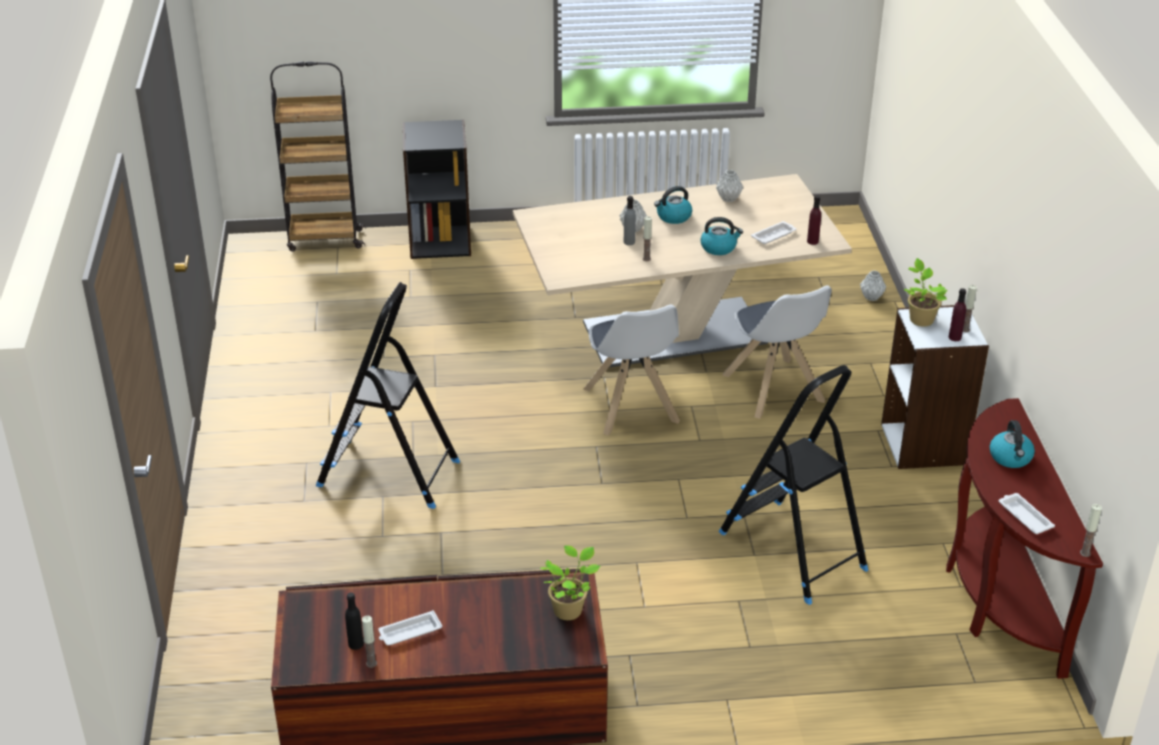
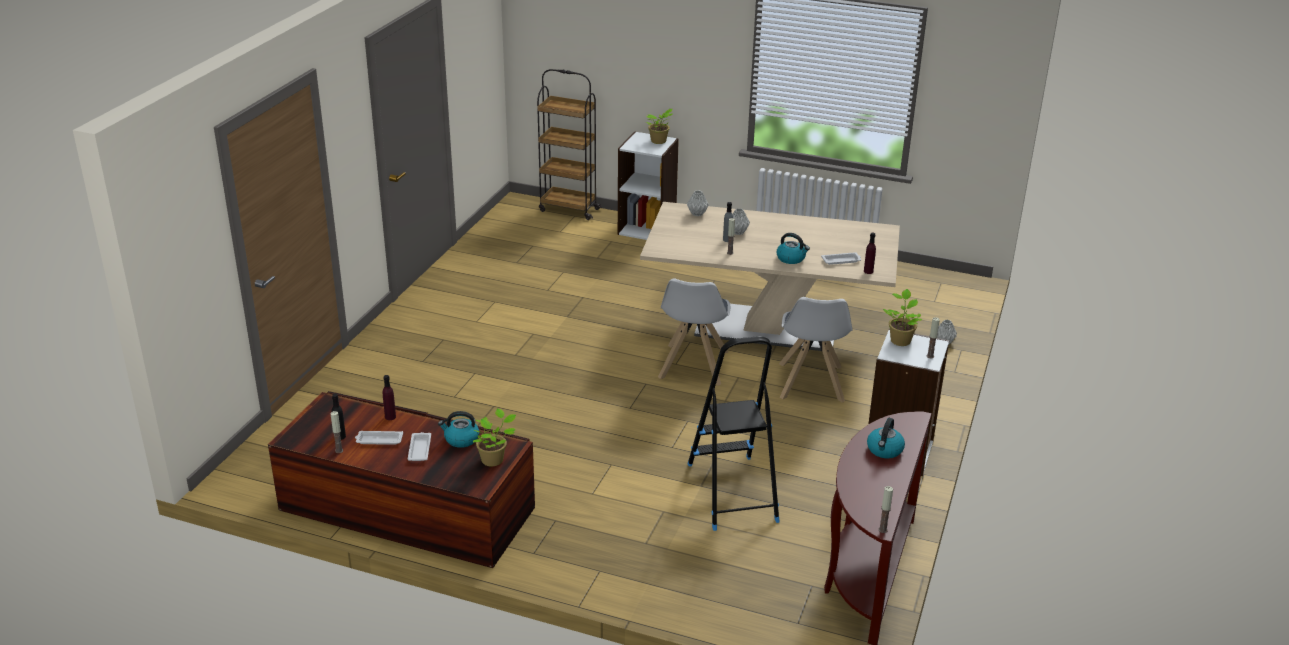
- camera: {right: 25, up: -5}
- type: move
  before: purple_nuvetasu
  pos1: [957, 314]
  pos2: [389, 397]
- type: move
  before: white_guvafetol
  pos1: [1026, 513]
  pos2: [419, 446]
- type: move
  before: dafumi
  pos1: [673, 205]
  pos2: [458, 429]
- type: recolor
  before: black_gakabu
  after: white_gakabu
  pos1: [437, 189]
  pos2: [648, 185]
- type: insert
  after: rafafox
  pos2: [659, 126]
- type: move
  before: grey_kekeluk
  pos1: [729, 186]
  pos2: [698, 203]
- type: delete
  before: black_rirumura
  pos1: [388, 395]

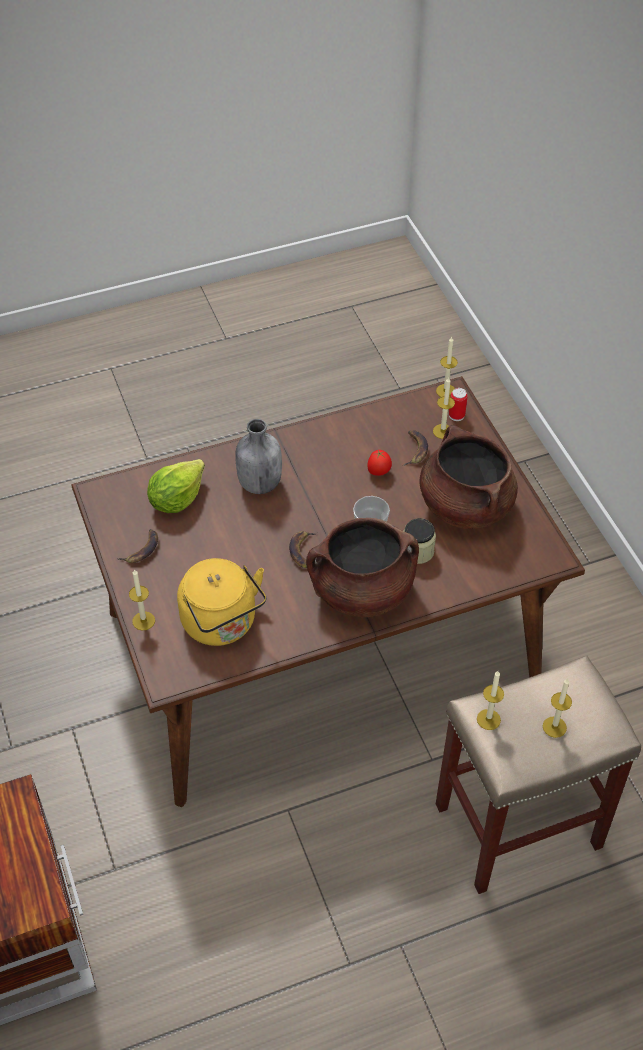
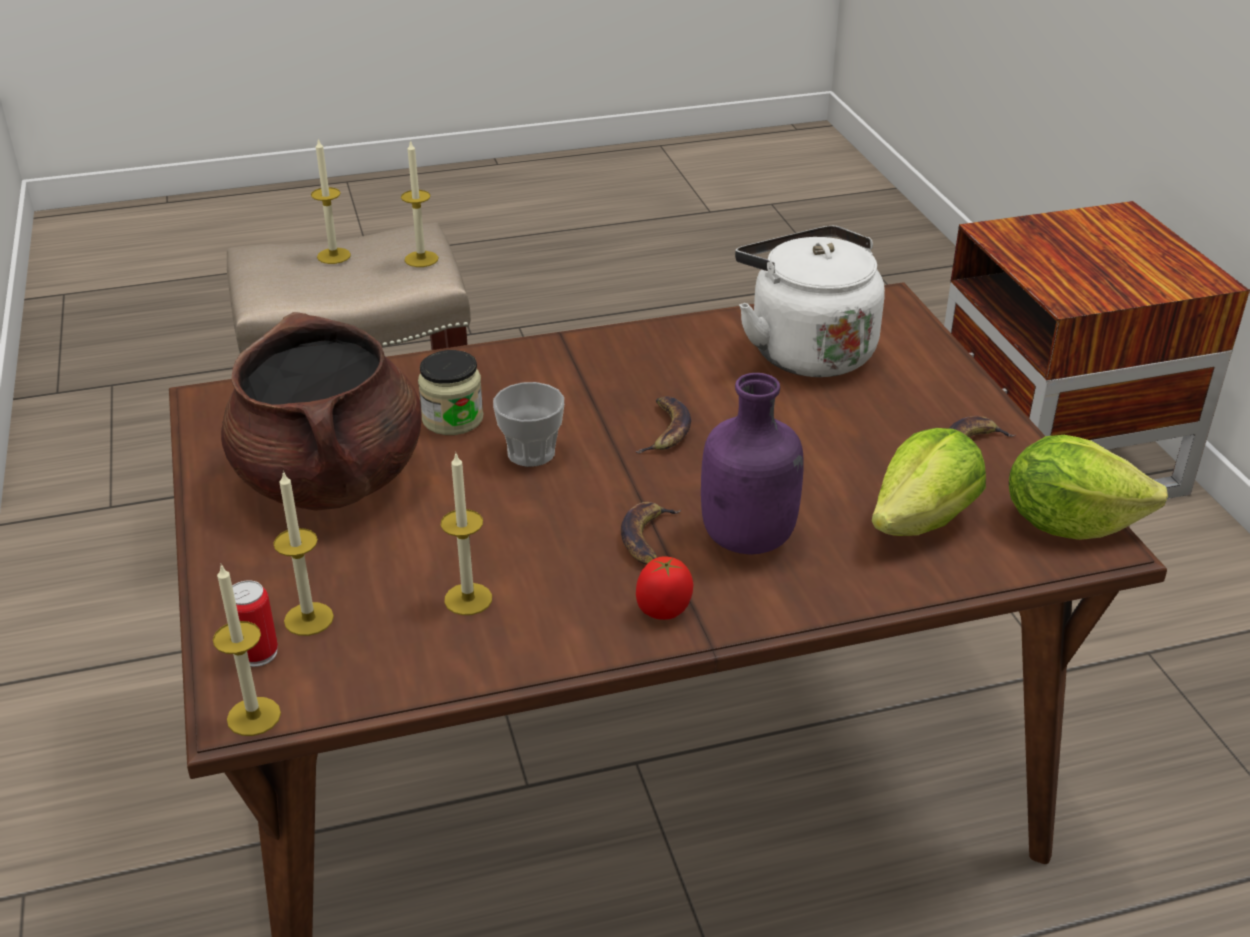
- camera: {right: -175, up: -15}
- type: move
  before: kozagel
  pos1: [142, 600]
  pos2: [466, 534]
- type: move
  before: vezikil
  pos1: [415, 448]
  pos2: [651, 533]
- type: move
  before: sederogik
  pos1: [380, 463]
  pos2: [664, 588]
- type: recolor
  before: grey_nuvetasu
  after: purple_nuvetasu
  pos1: [258, 456]
  pos2: [752, 463]
- type: recolor
  before: yellow_dafumi
  after: white_dafumi
  pos1: [221, 602]
  pos2: [810, 301]
- type: insert
  after: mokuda
  pos2: [1088, 487]
- type: delete
  before: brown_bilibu
  pos1: [362, 567]

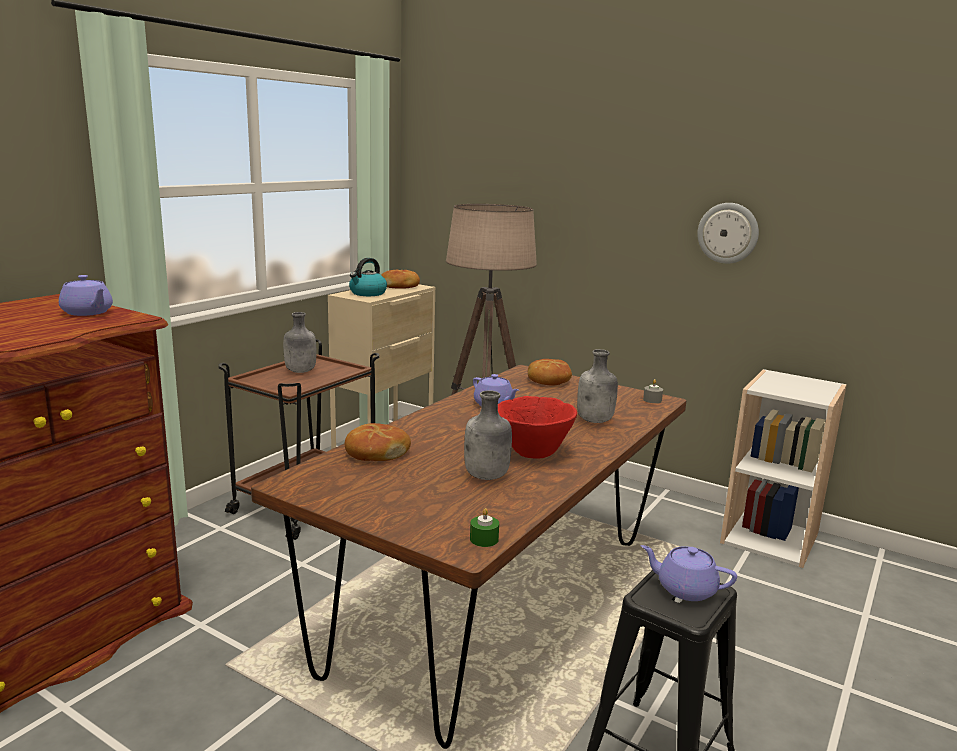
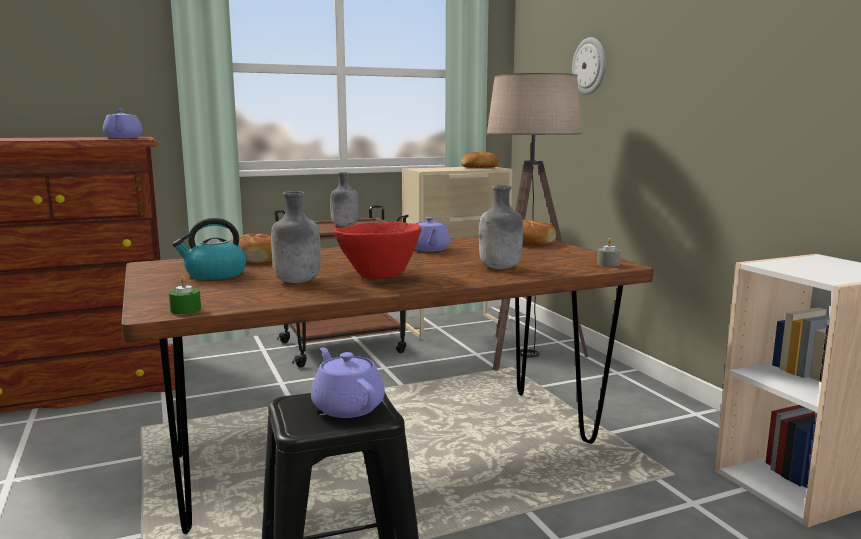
- camera: {right: 35, up: -5}
- type: move
  before: dafumi
  pos1: [368, 277]
  pos2: [209, 249]
- type: move
  before: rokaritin
  pos1: [728, 233]
  pos2: [589, 65]

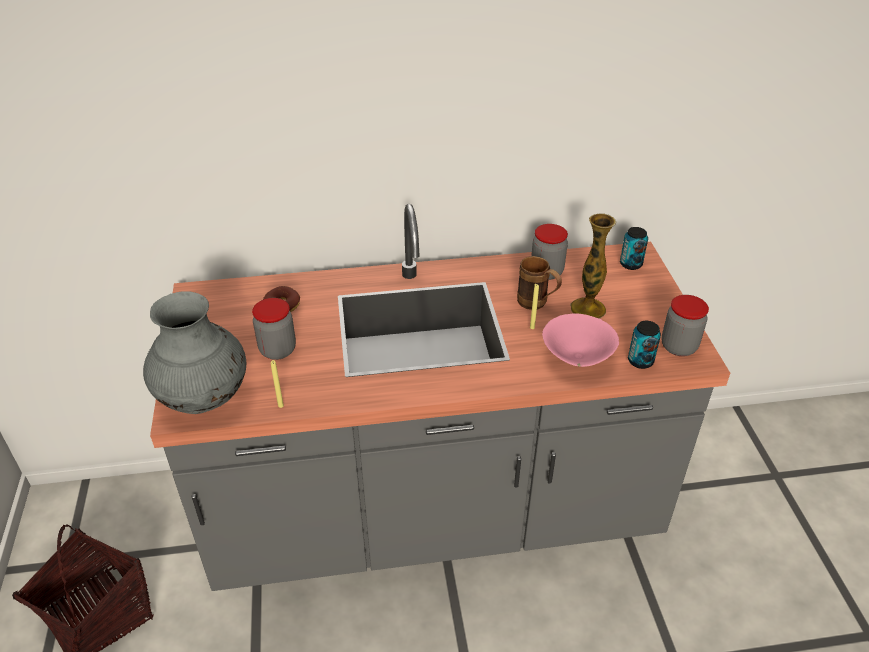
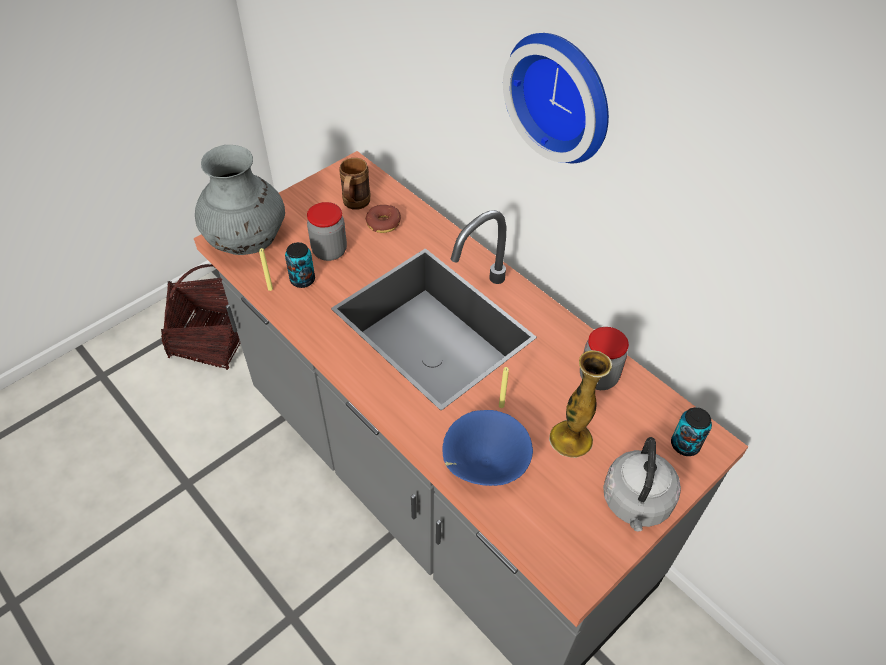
- camera: {right: 55, up: 10}
- type: move
  before: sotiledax
  pos1: [644, 345]
  pos2: [300, 265]
- type: move
  before: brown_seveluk
  pos1: [539, 283]
  pos2: [355, 184]
- type: recolor
  before: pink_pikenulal
  after: blue_pikenulal
  pos1: [580, 340]
  pos2: [488, 448]
- type: insert
  after: rokaritin
  pos2: [556, 98]
- type: insert
  after: grey_dafumi
  pos2: [642, 484]
- type: delete
  before: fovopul
  pos1: [685, 325]

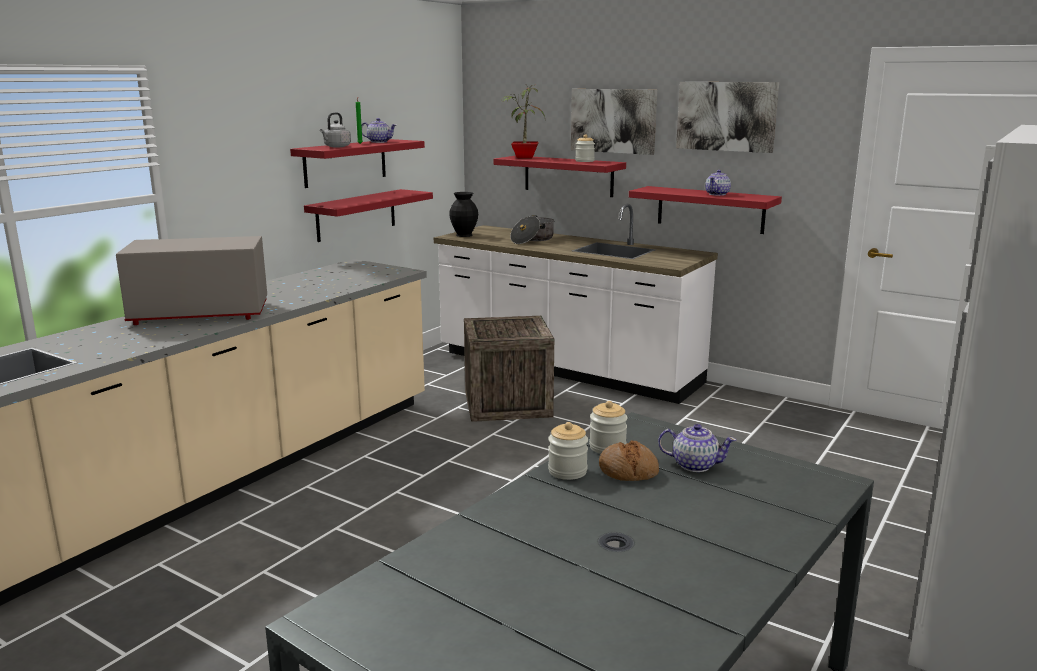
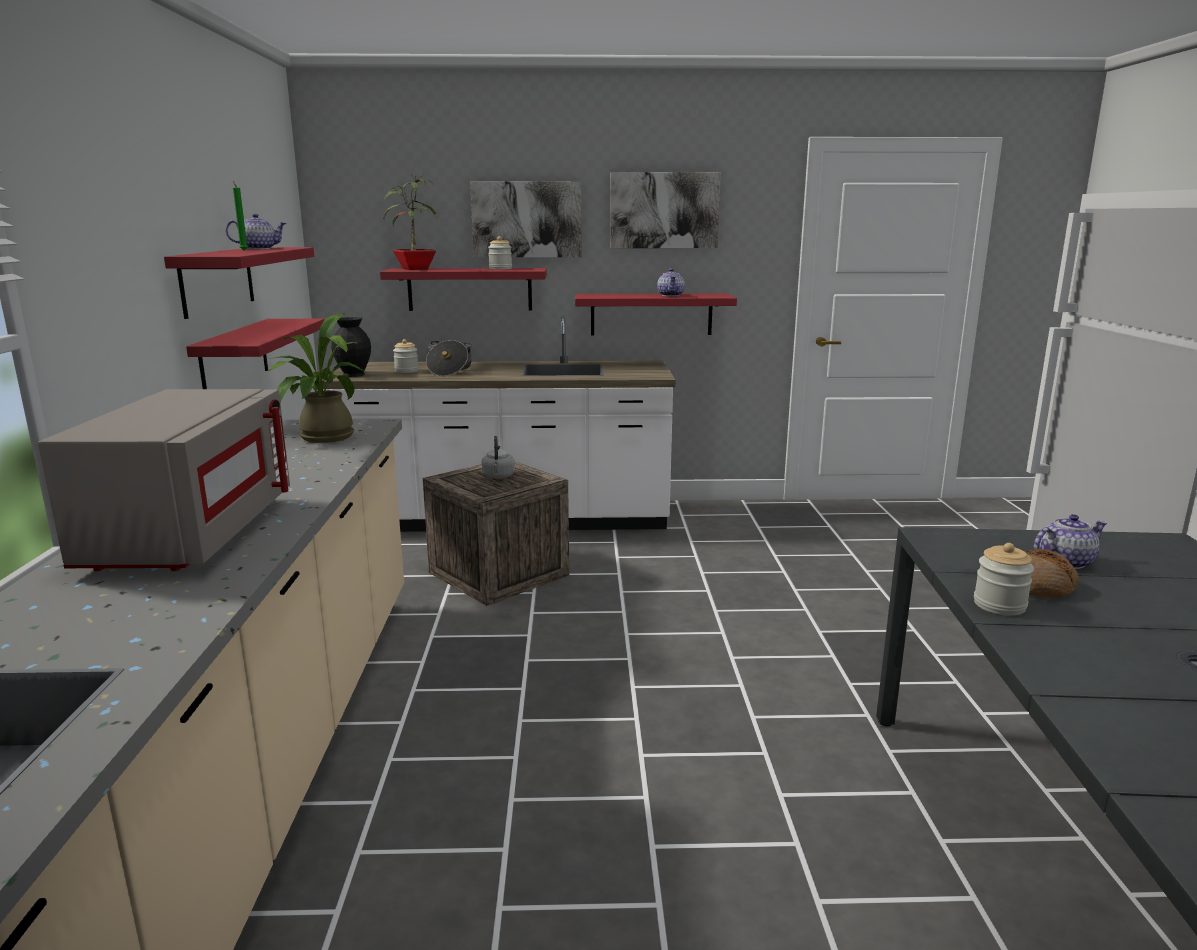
- camera: {right: -35, up: 0}
- type: rotate
  before: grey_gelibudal
  pos1: [191, 280]
  pos2: [164, 480]
  turn: 135
- type: insert
  after: rafafox
  pos2: [316, 378]
- type: move
  before: fovopul
  pos1: [608, 427]
  pos2: [405, 356]
- type: move
  before: grey_dafumi
  pos1: [335, 129]
  pos2: [498, 457]

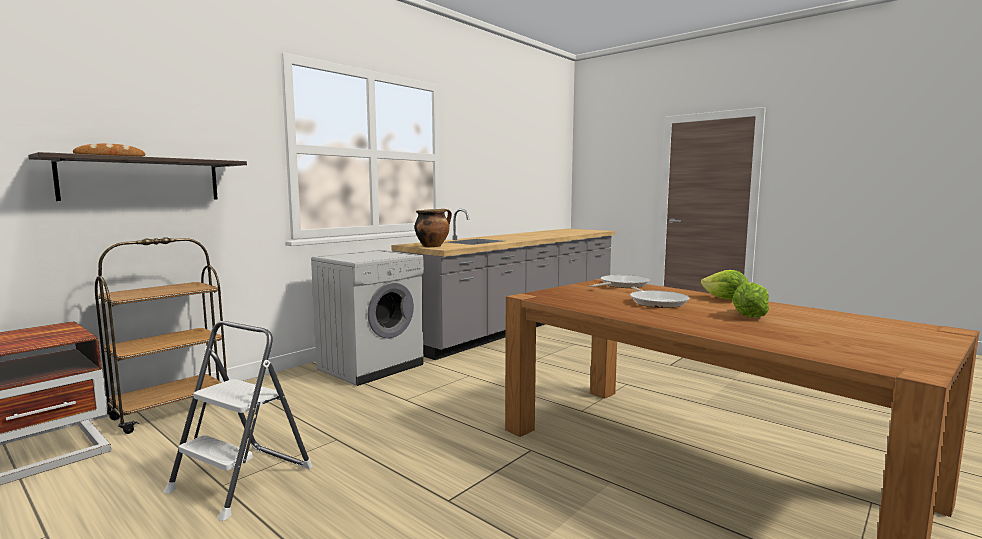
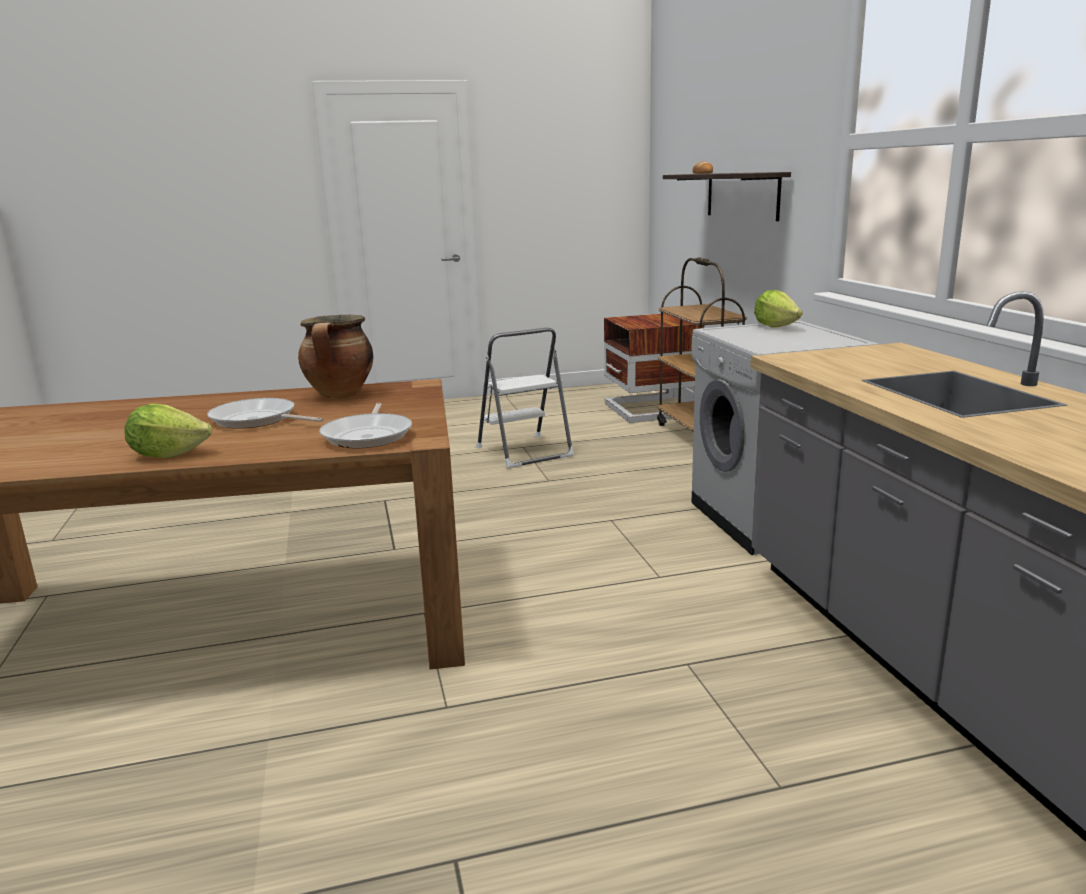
- camera: {right: 125, up: 10}
- type: move
  before: bilibu
  pos1: [433, 228]
  pos2: [335, 357]
- type: move
  before: mokuda
  pos1: [750, 299]
  pos2: [778, 309]

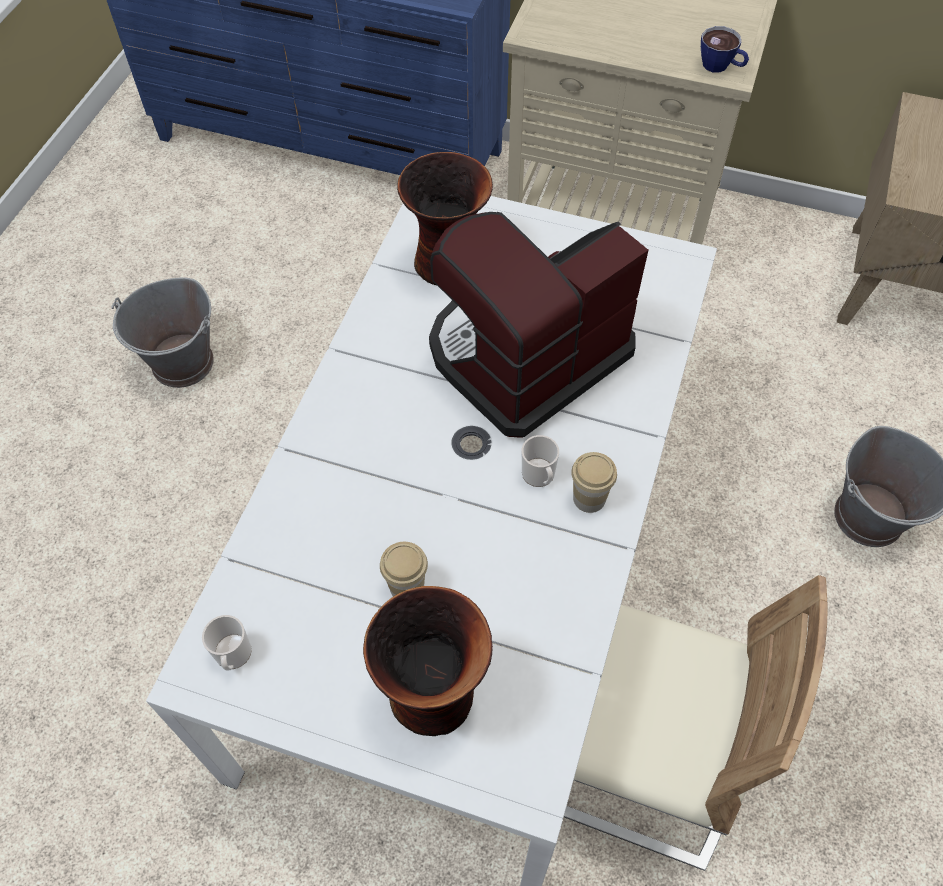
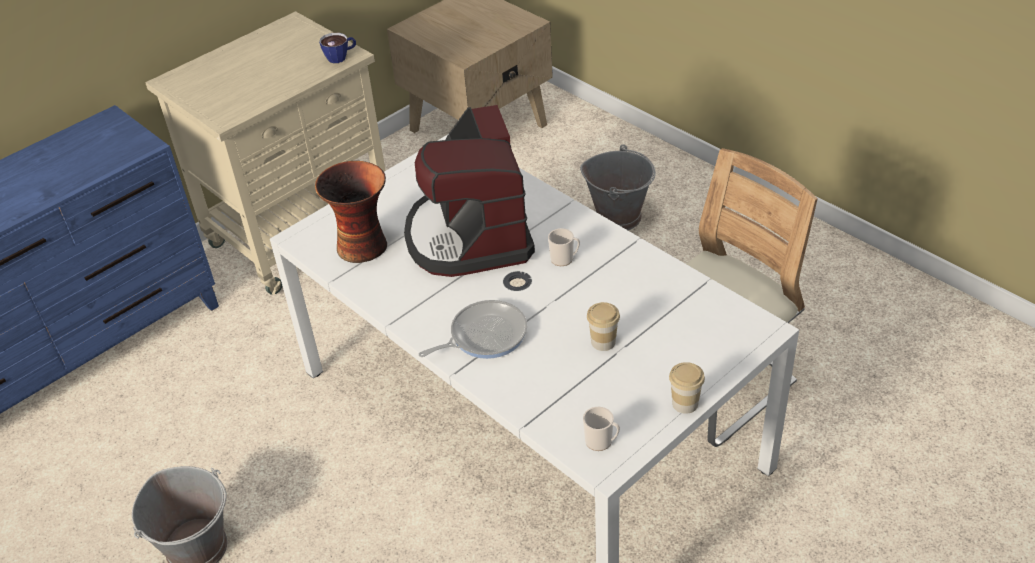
- camera: {right: -60, up: -15}
- type: insert
  after: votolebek
  pos2: [473, 329]
- type: move
  before: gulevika
  pos1: [594, 482]
  pos2: [687, 388]
- type: delete
  before: kekeluk
  pos1: [428, 661]

